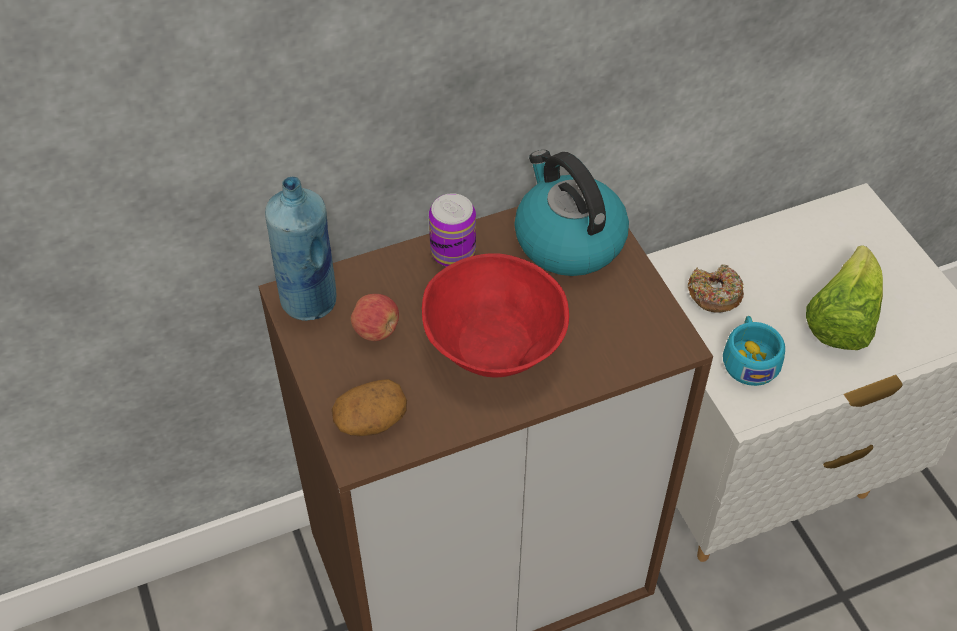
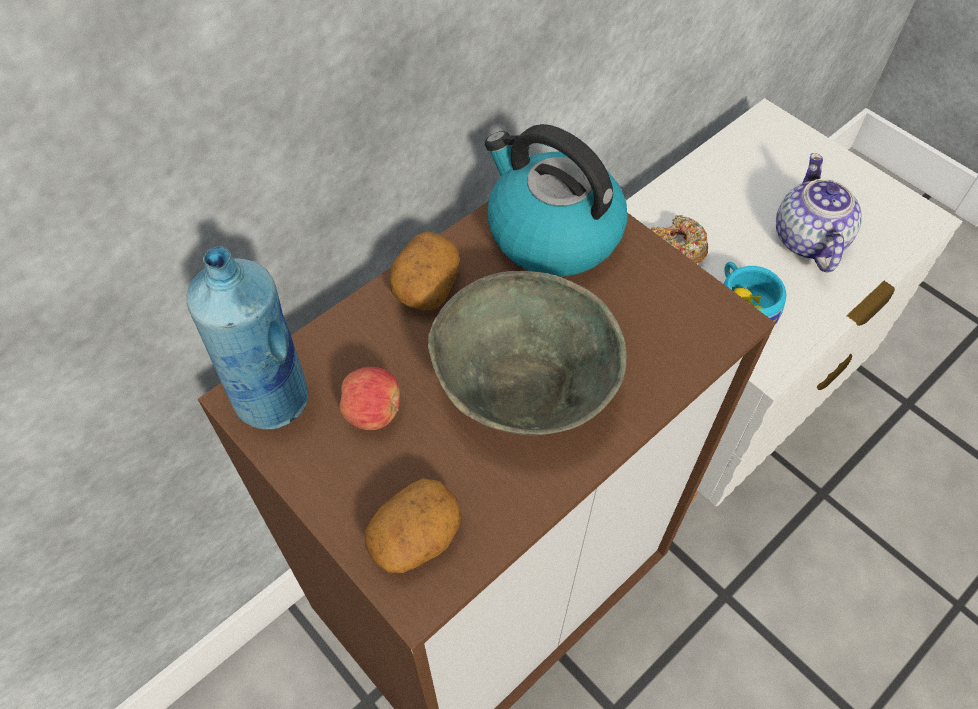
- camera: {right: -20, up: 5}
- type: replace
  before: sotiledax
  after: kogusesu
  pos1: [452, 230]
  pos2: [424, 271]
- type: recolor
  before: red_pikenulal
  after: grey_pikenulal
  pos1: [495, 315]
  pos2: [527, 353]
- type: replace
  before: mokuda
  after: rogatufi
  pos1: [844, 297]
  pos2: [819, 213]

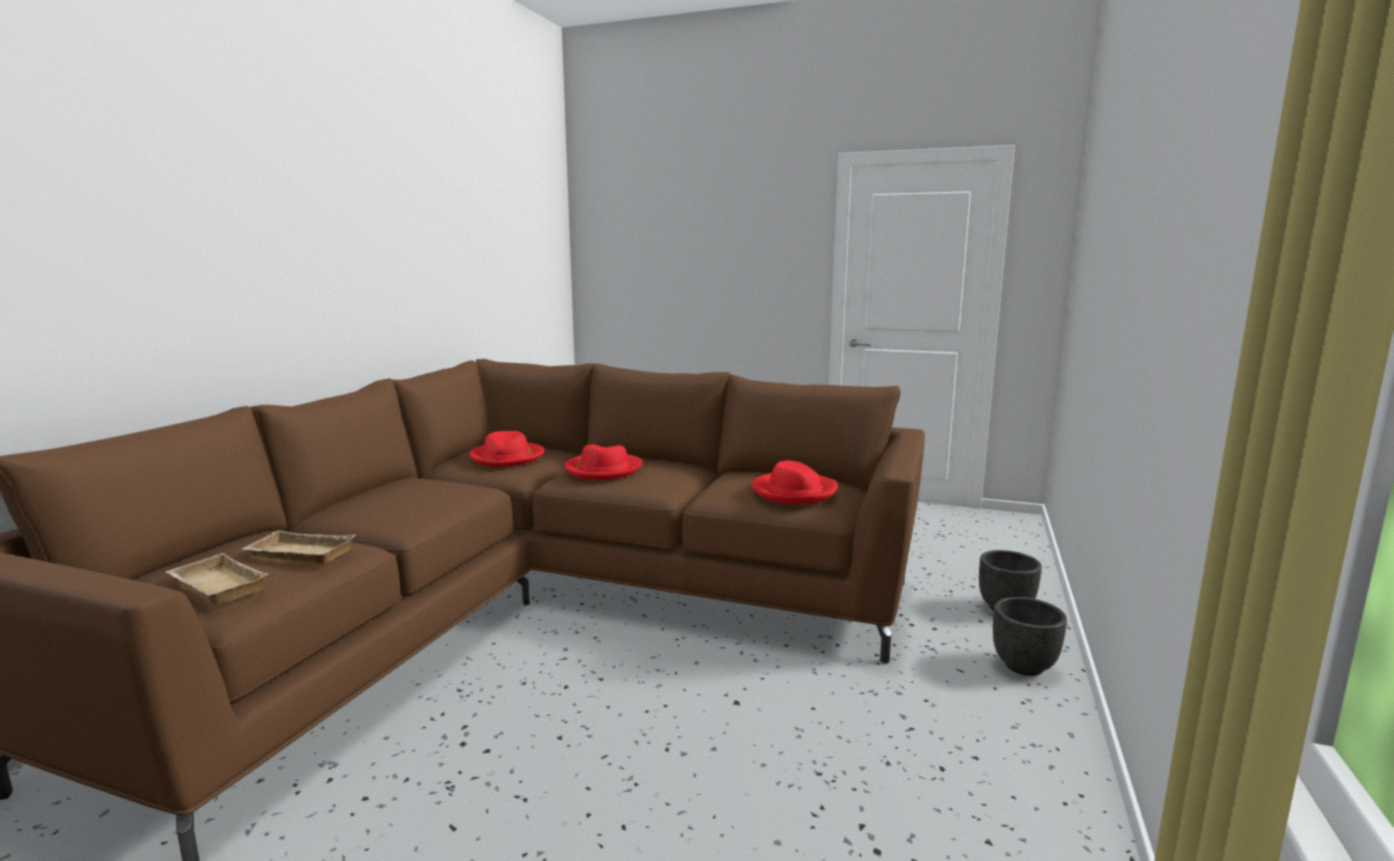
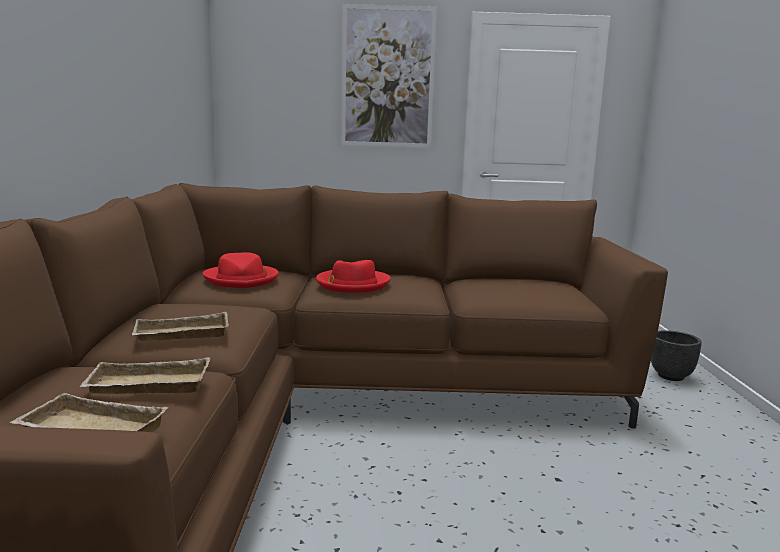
- camera: {right: -20, up: 0}
- type: insert
  after: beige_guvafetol
  pos2: [180, 326]
- type: insert
  after: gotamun
  pos2: [389, 76]
- type: delete
  before: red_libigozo
  pos1: [795, 482]
- type: delete
  before: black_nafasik
  pos1: [1030, 636]

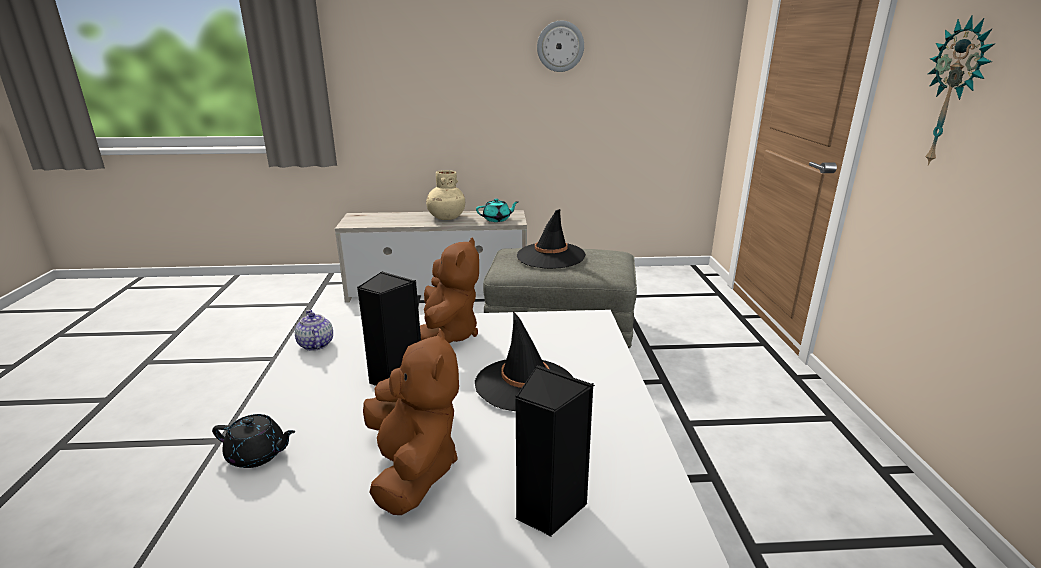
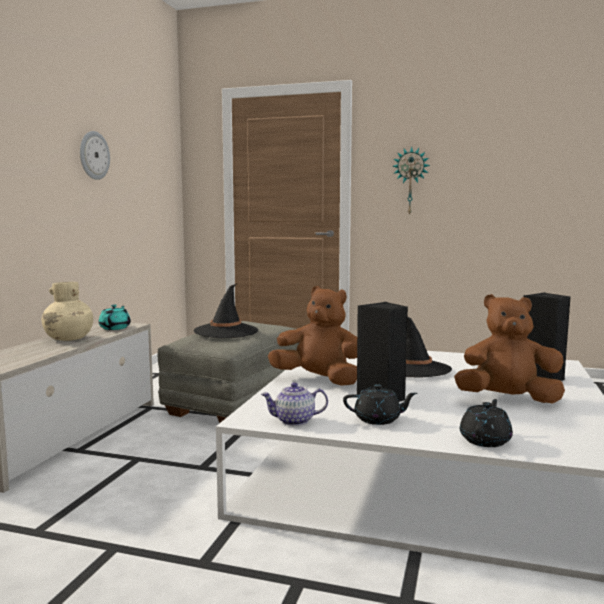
- camera: {right: -70, up: -15}
- type: insert
  after: black_rogatufi
  pos2: [380, 404]

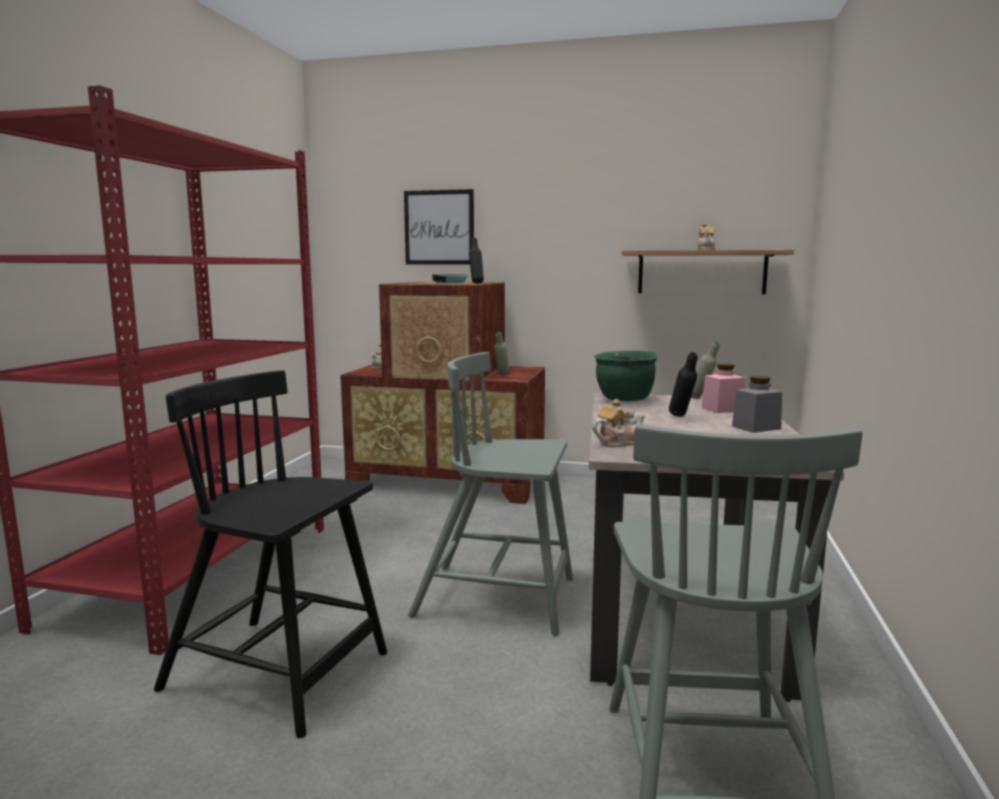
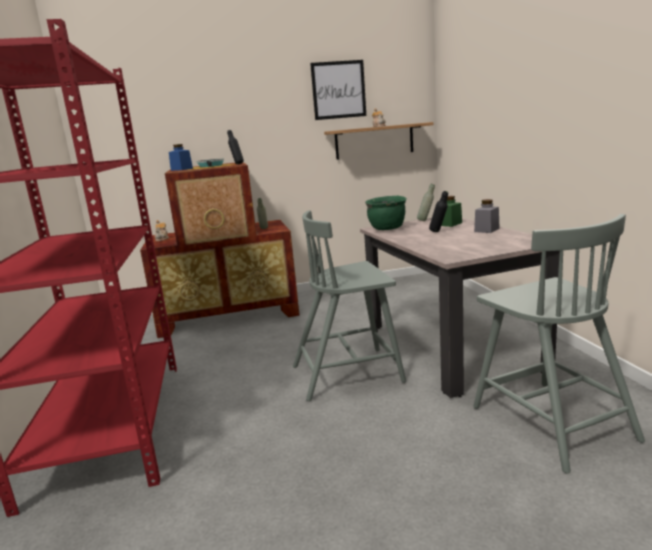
- camera: {right: -25, up: 5}
- type: insert
  after: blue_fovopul
  pos2: [181, 157]
- type: move
  before: gotamun
  pos1: [439, 226]
  pos2: [338, 90]
- type: recolor
  before: pink_fovopul
  after: green_fovopul
  pos1: [723, 388]
  pos2: [451, 211]
- type: delete
  before: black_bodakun
  pos1: [270, 554]
- type: delete
  before: rogatufi
  pos1: [619, 423]

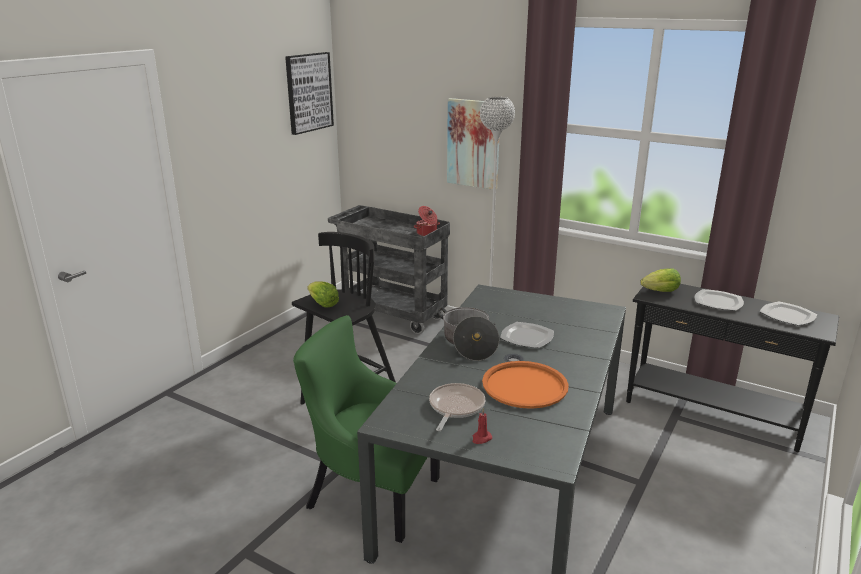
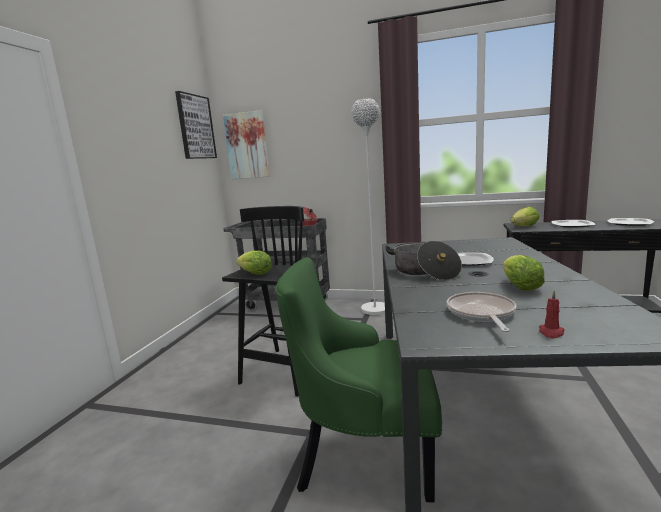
- camera: {right: -15, up: -10}
- type: move
  before: gotamun
  pos1: [473, 144]
  pos2: [246, 144]
- type: replace
  before: orange_guvafetol
  after: mokuda
  pos1: [525, 385]
  pos2: [524, 273]

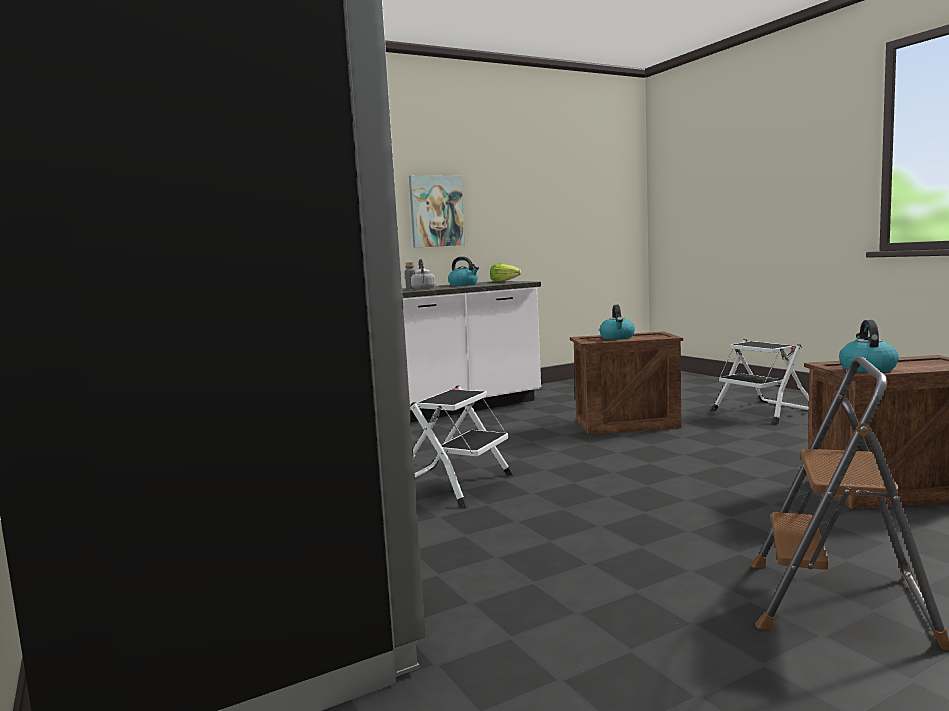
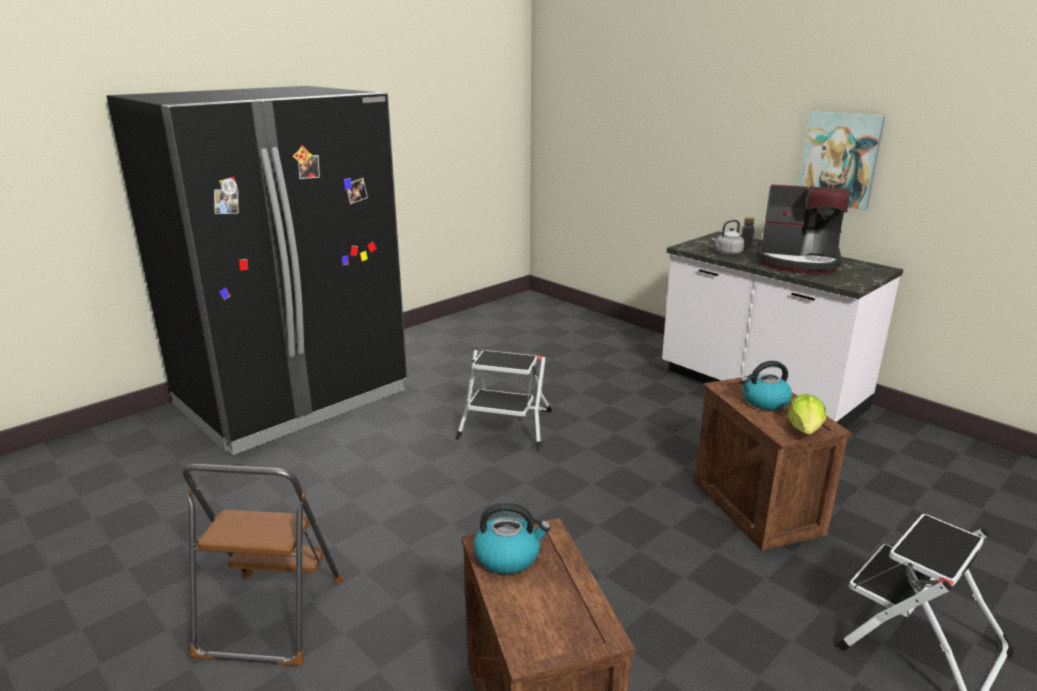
- camera: {right: 75, up: 15}
- type: replace
  before: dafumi
  after: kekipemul
  pos1: [463, 271]
  pos2: [803, 229]
- type: move
  before: mokuda
  pos1: [506, 272]
  pos2: [807, 414]

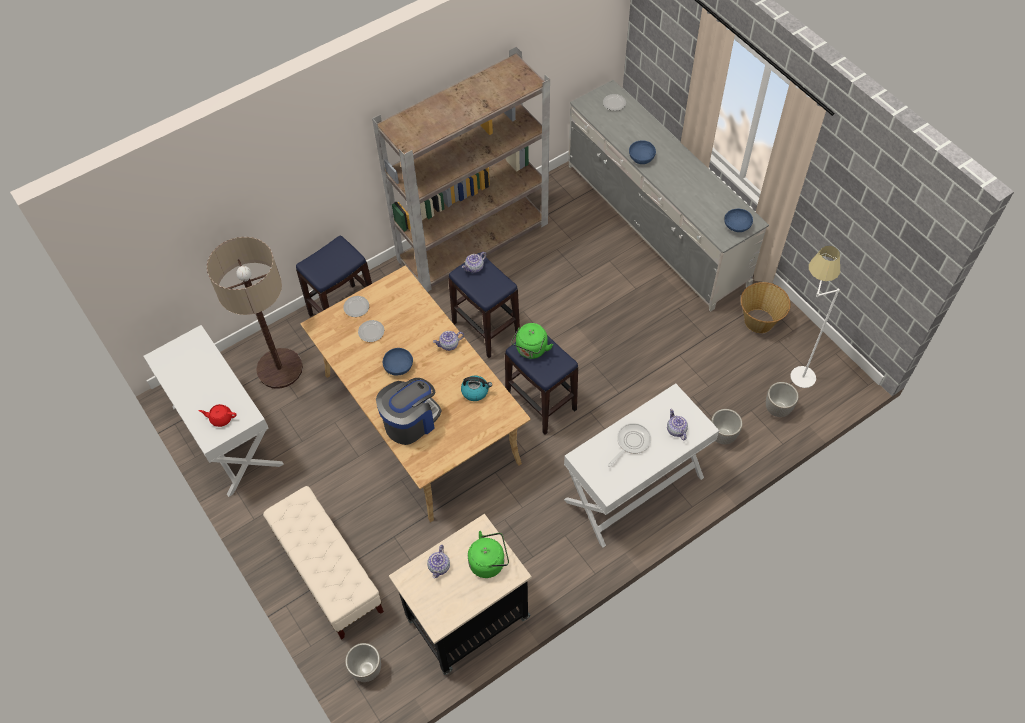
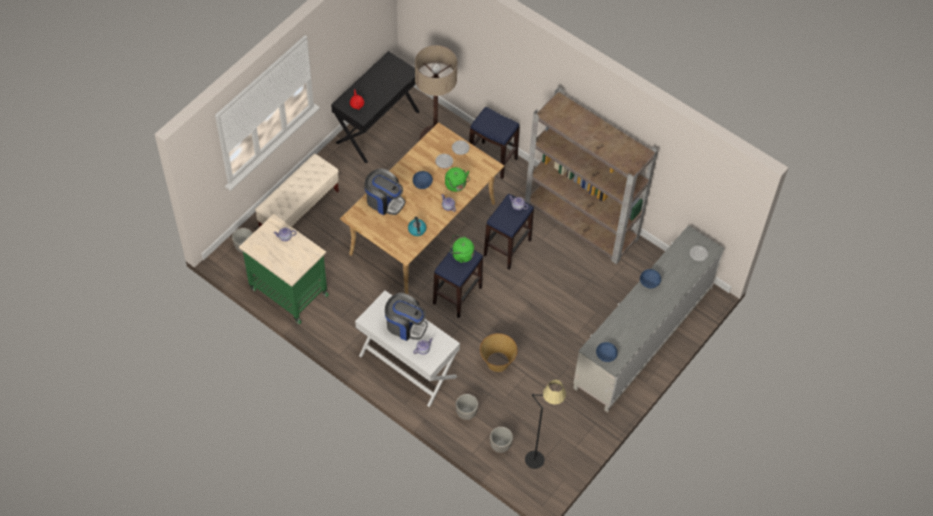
- camera: {right: 70, up: 0}
- type: recolor
  before: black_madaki
  after: green_madaki
  pos1: [460, 594]
  pos2: [284, 269]
- type: recolor
  before: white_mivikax
  after: black_mivikax
  pos1: [213, 411]
  pos2: [375, 107]
- type: replace
  before: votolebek
  after: kekipemul
  pos1: [629, 445]
  pos2: [406, 317]
- type: move
  before: green_dafumi
  pos1: [488, 554]
  pos2: [457, 179]
- type: move
  before: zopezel
  pos1: [766, 307]
  pos2: [498, 352]
- type: recolor
  before: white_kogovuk
  after: black_kogovuk
  pos1: [815, 317]
  pos2: [545, 424]

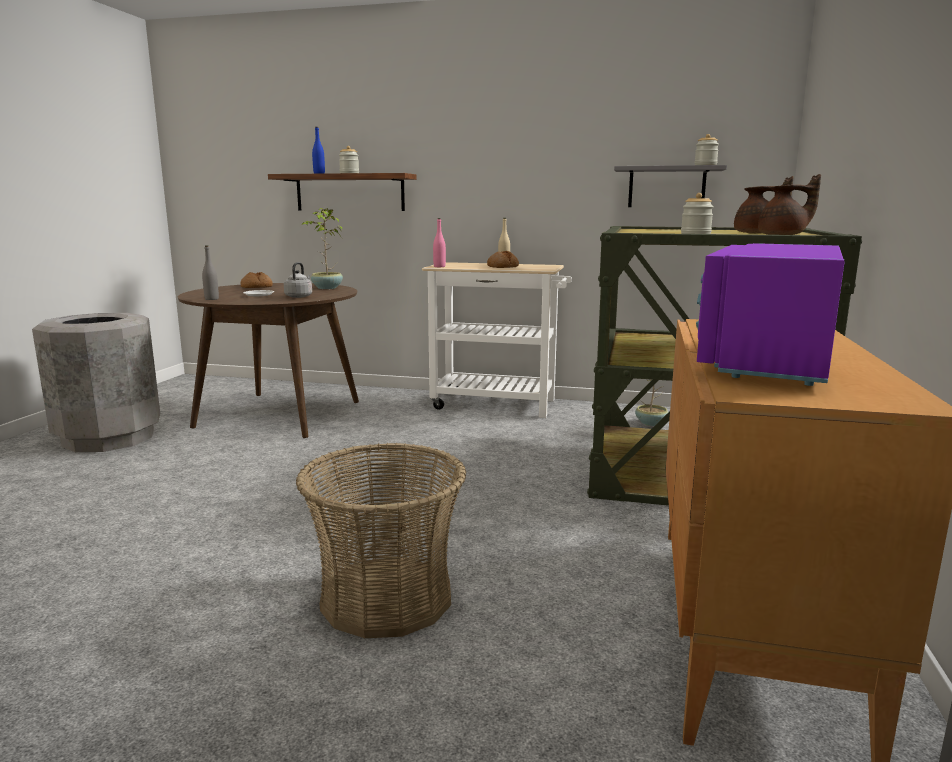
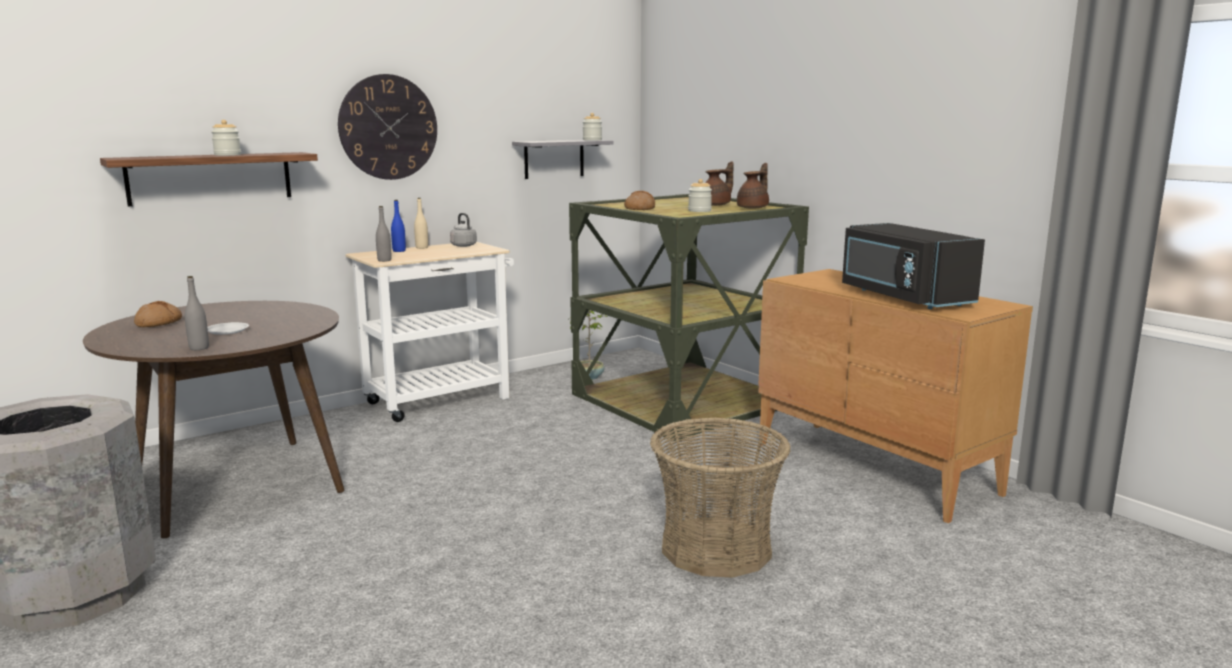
- camera: {right: -50, up: 0}
- type: insert
  after: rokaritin
  pos2: [387, 127]
- type: recolor
  before: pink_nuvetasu
  after: grey_nuvetasu
  pos1: [439, 242]
  pos2: [383, 234]
- type: move
  before: blue_nuvetasu
  pos1: [318, 150]
  pos2: [398, 226]
- type: move
  before: grey_dafumi
  pos1: [298, 280]
  pos2: [463, 230]
- type: move
  before: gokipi
  pos1: [503, 259]
  pos2: [639, 200]
- type: recolor
  before: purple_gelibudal
  after: black_gelibudal
  pos1: [770, 314]
  pos2: [913, 266]
- type: delete
  before: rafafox
  pos1: [322, 248]

